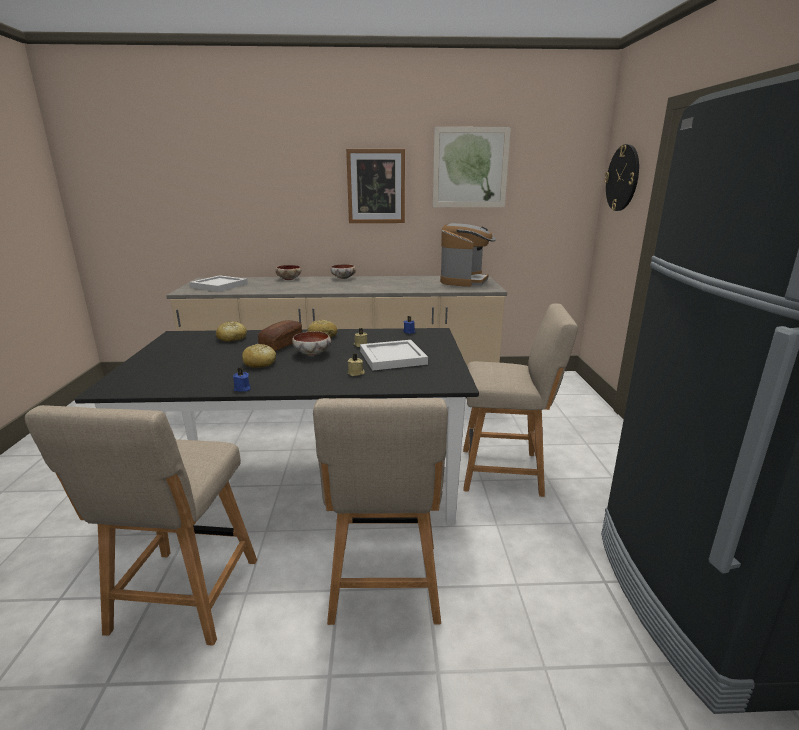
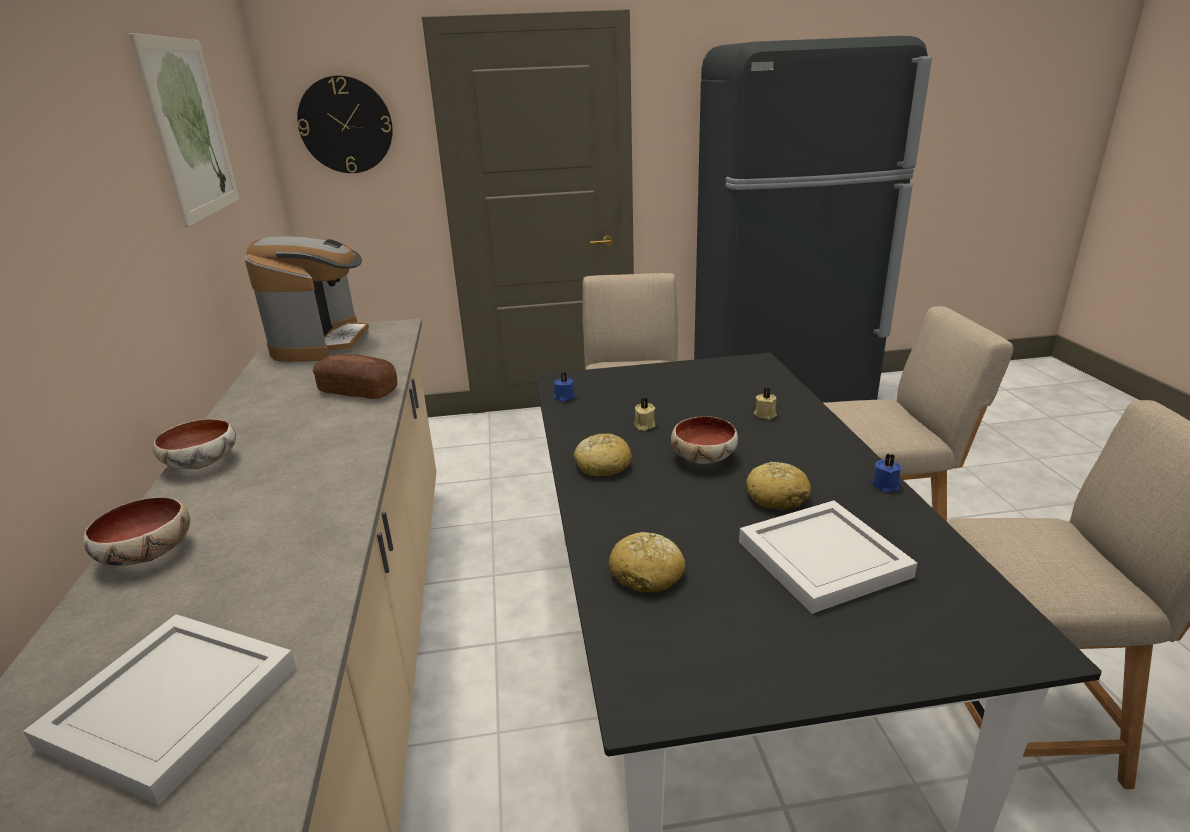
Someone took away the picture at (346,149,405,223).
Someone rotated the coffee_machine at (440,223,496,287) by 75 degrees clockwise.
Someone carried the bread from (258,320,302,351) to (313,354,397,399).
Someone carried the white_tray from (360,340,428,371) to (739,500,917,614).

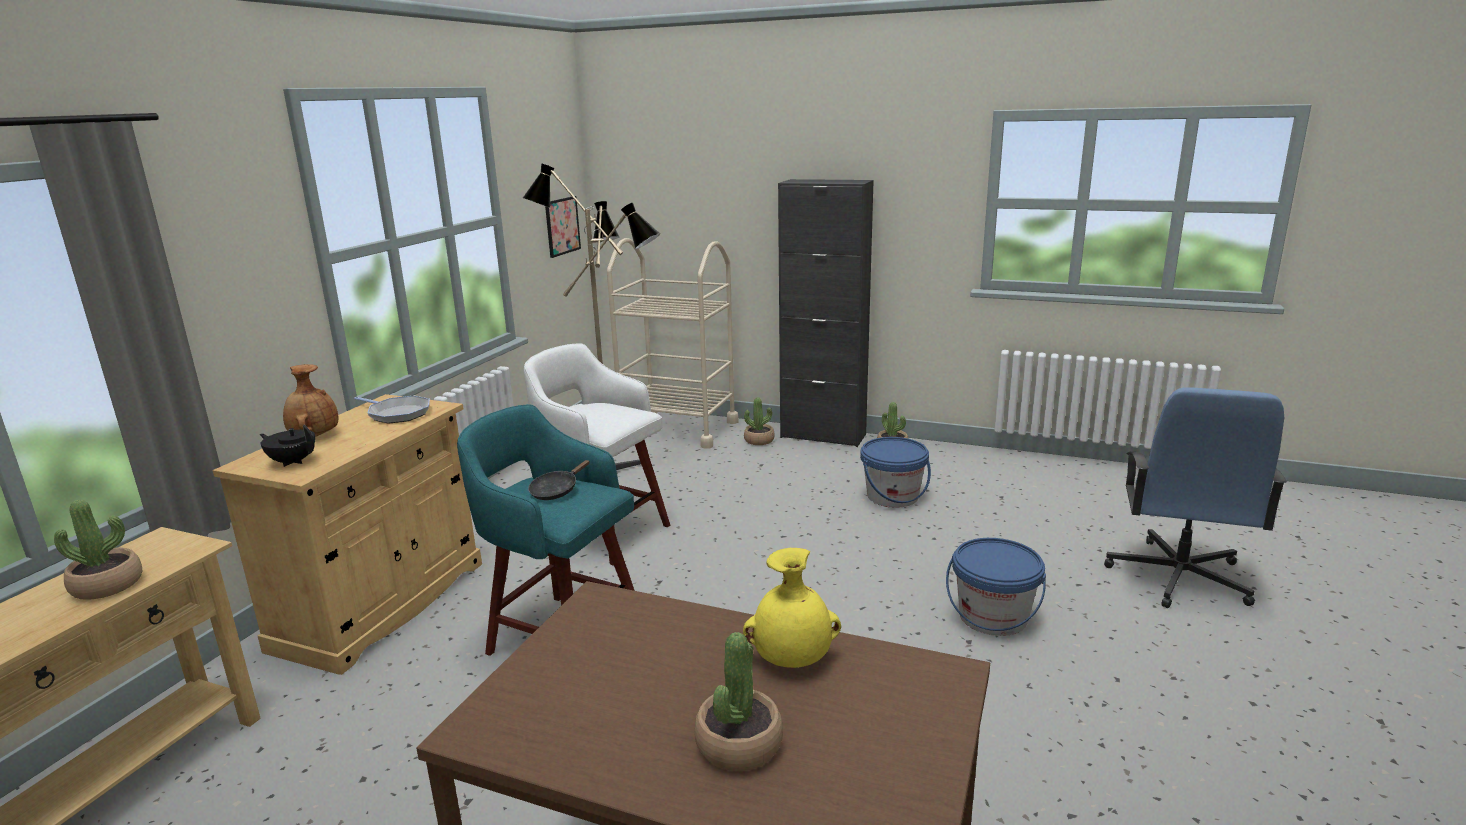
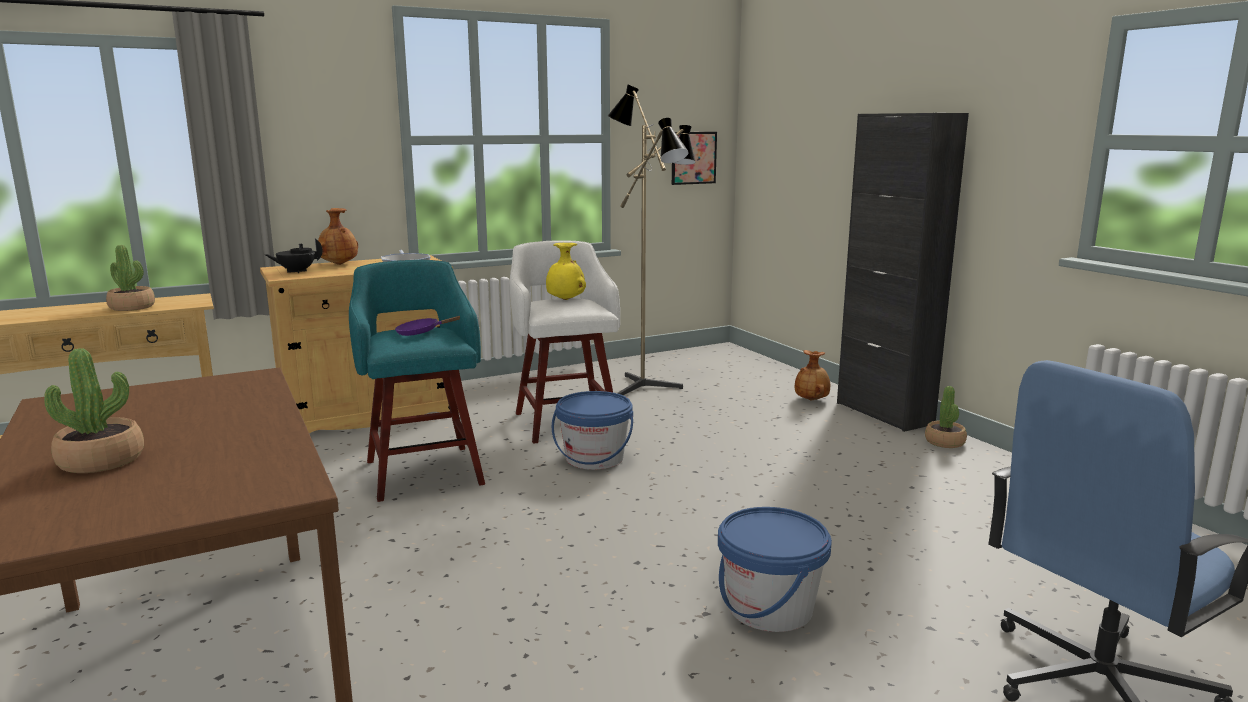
Someone took away the beige_cart at (607,238,739,449).
Someone swapped the potted_plant at (744,397,775,445) for the brown_vase at (795,350,830,401).
Someone rotated the black_teapot at (260,425,315,467) by 90 degrees counterclockwise.
Someone carried the blue_bucket from (860,437,931,508) to (552,391,633,470).
Someone repainted the black_frying_pan at (528,460,590,500), which became the purple_frying_pan at (395,316,460,336).
Someone carried the yellow_vase from (743,548,841,668) to (546,243,586,300).

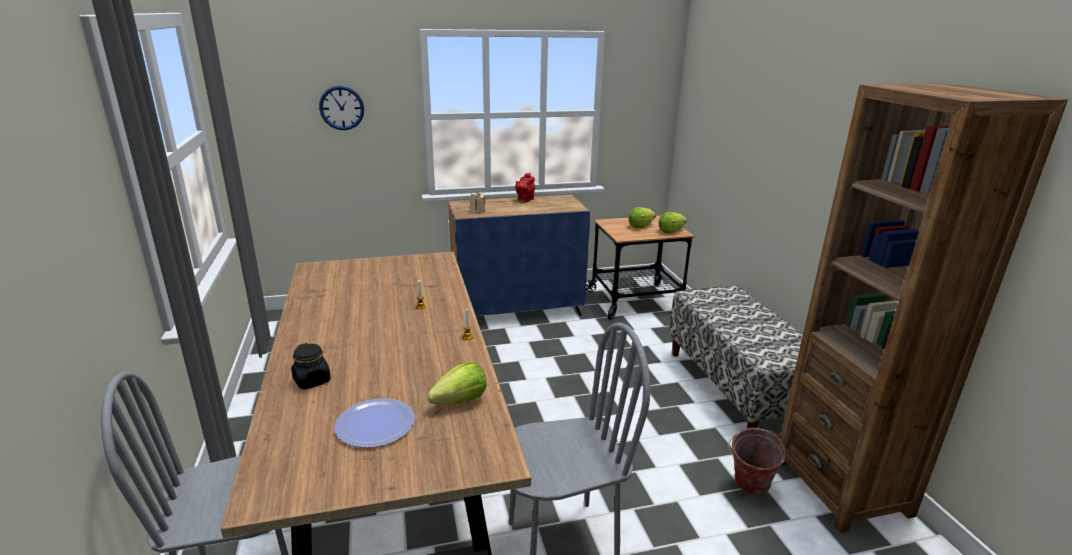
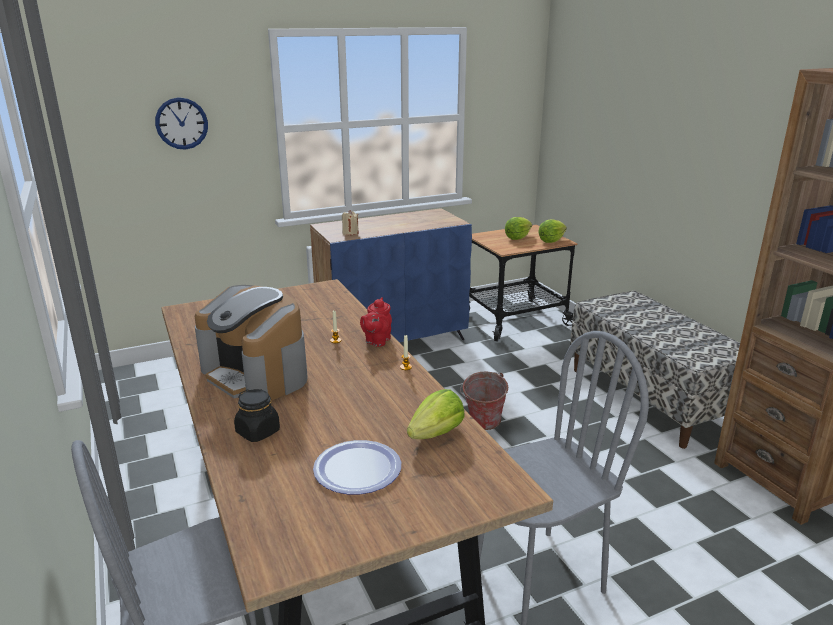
Someone carried the red_teapot from (515,173,535,202) to (360,297,392,347).
Someone carried the bucket from (728,428,787,495) to (460,371,508,430).
Someone put down the coffee_machine at (195,285,308,401).

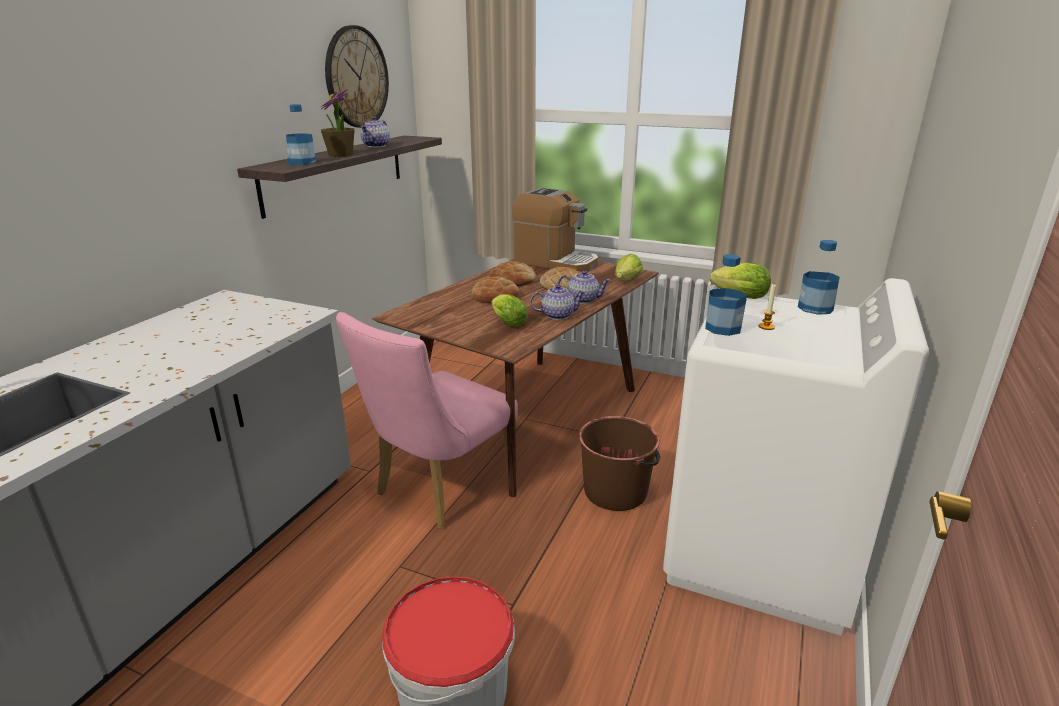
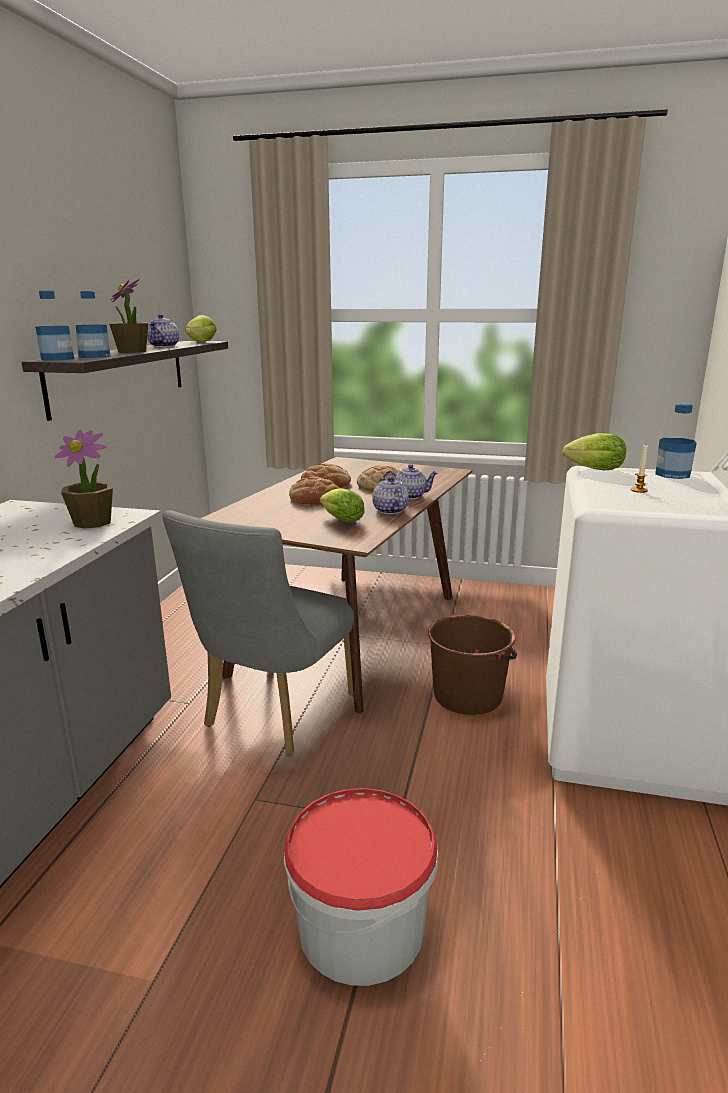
Someone took away the wall_clock at (325,25,389,128).
Someone took away the coffee_machine at (512,188,599,272).
Someone carried the lettuce from (615,254,643,281) to (186,315,217,342).
Someone carried the bottle from (705,254,747,336) to (36,291,74,361).
Someone rotated the teapot at (530,284,586,320) by 90 degrees counterclockwise.
Someone repainted the pink_chair at (336,312,518,529), which became the grey_chair at (162,510,360,755).
Someone put down the potted_plant at (54,430,113,529).

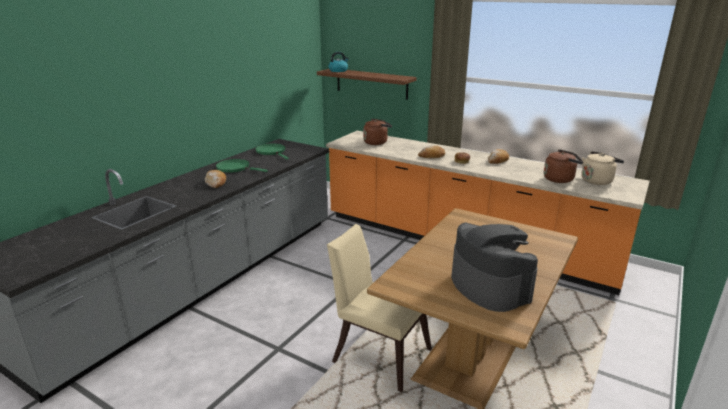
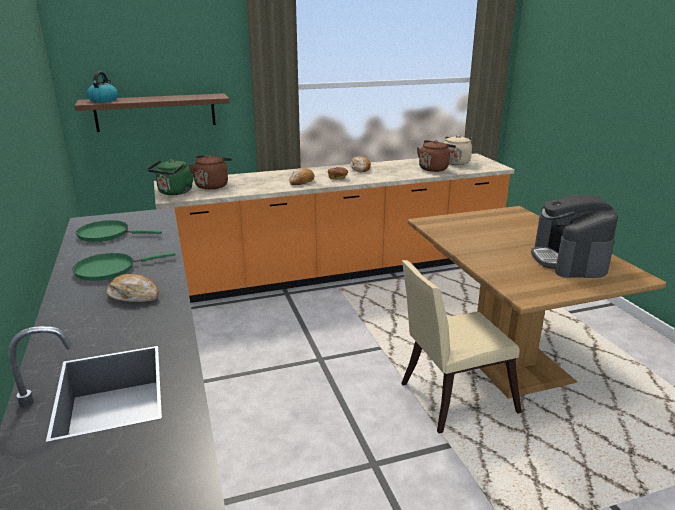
Someone rotated the coffee_machine at (451,223,538,312) by 105 degrees counterclockwise.
Someone put down the green_kettle at (147,159,194,195).

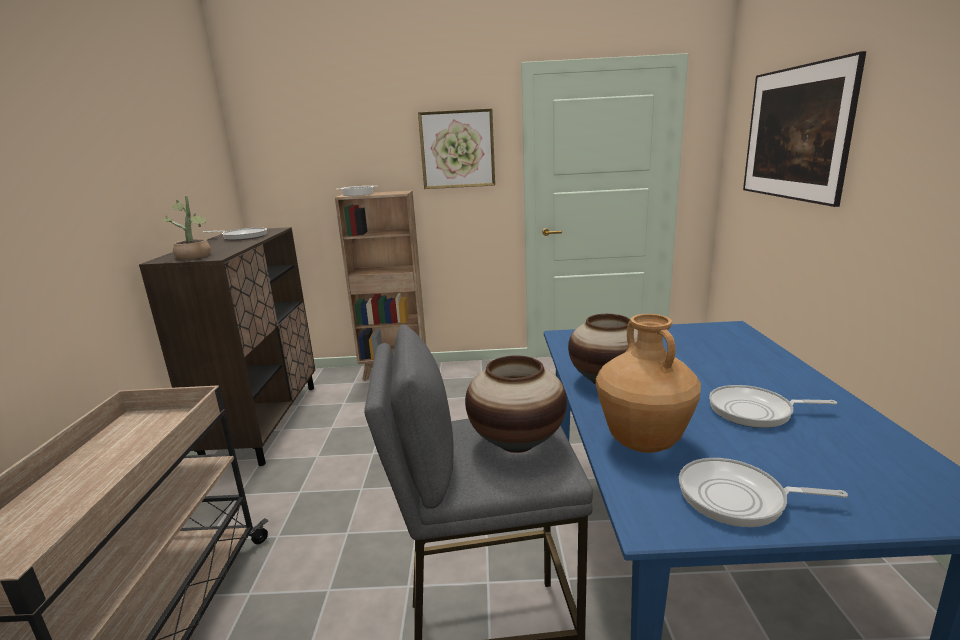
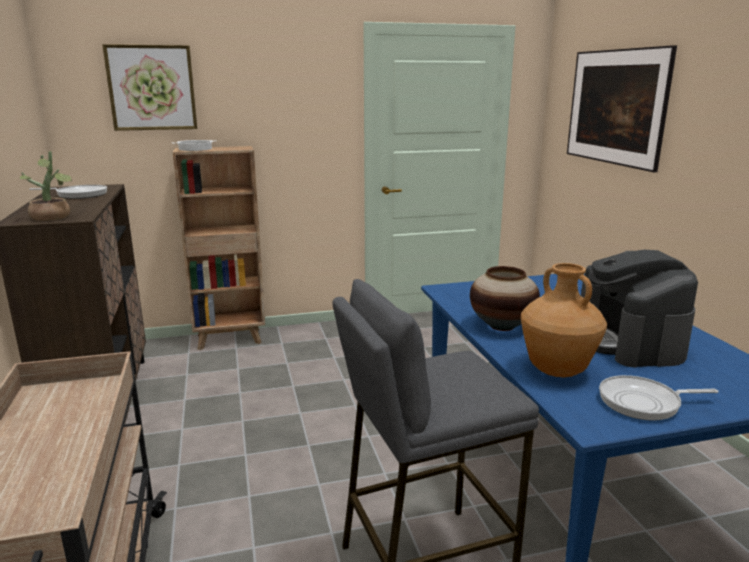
Someone carried the picture from (418,108,495,189) to (102,44,197,131).
Someone took away the vase at (465,356,567,453).
Someone swapped the frying_pan at (709,385,837,428) for the coffee_machine at (581,250,698,368).

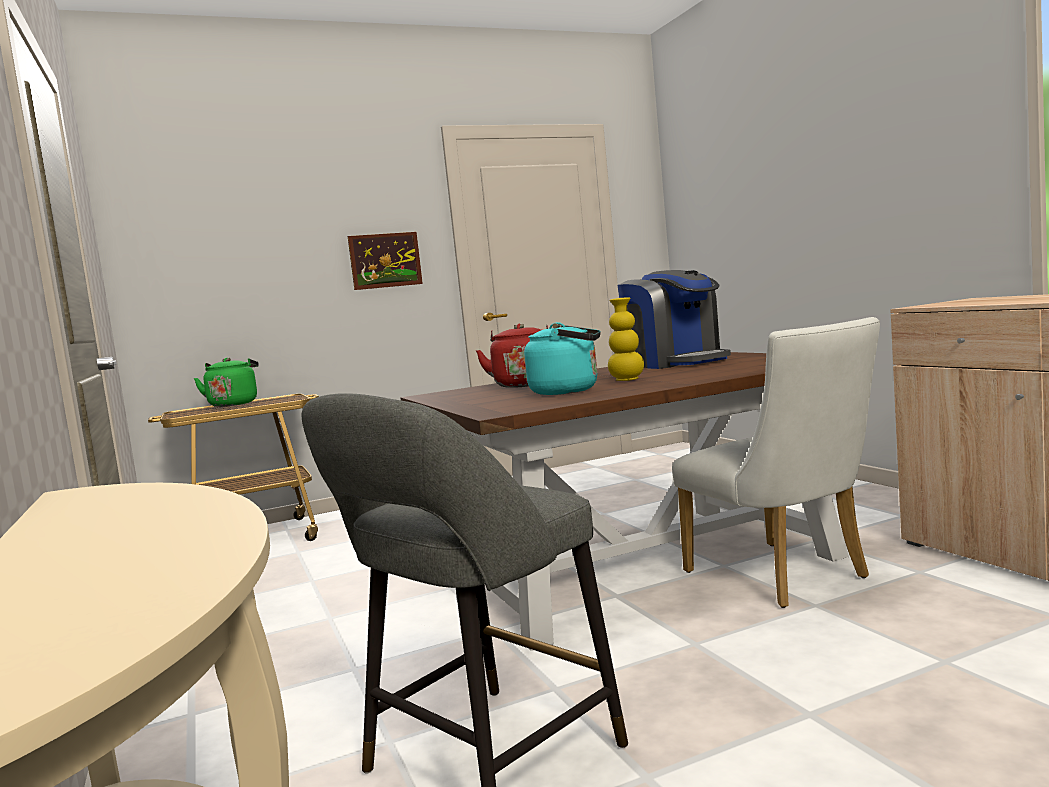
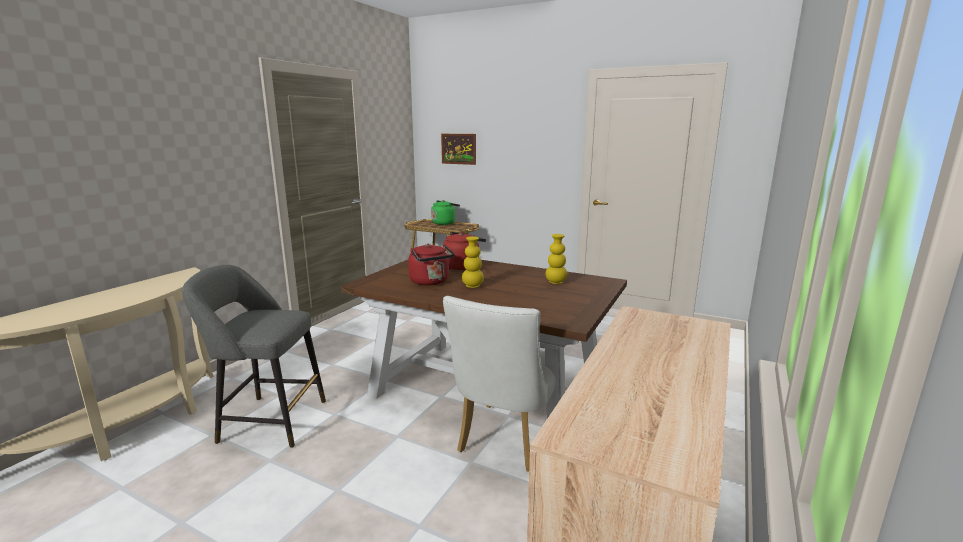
Someone carried the picture from (348,232,423,290) to (441,134,476,165).
Someone swapped the coffee_machine at (617,270,731,369) for the yellow_vase at (545,234,567,284).
Someone repainted the turquoise_kettle at (524,322,601,395), which became the red_kettle at (408,243,455,285).

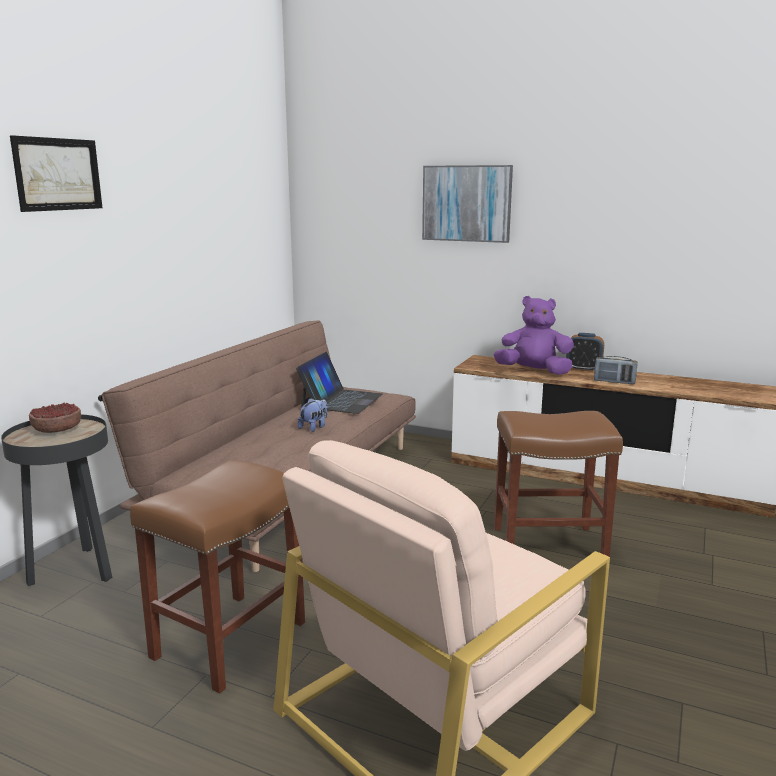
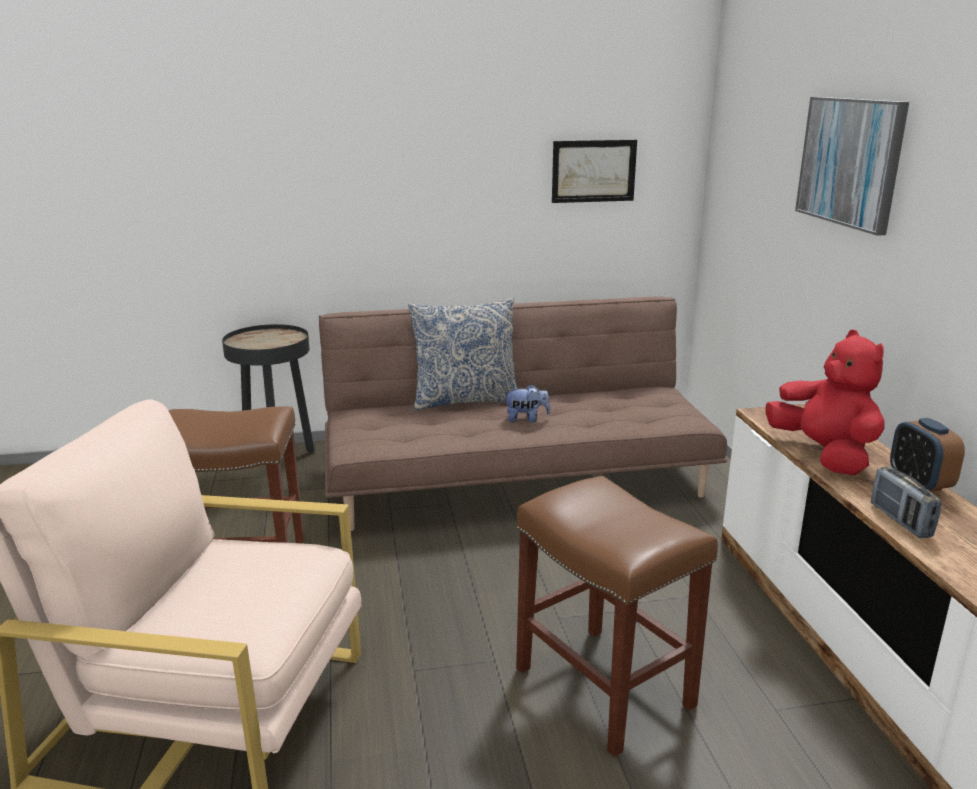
Someone carried the picture from (10,135,102,212) to (552,140,637,203).
Someone repainted the purple_plush_toy at (494,296,574,375), which became the red_plush_toy at (766,330,885,475).
Someone took away the laptop at (296,352,383,414).
Someone took away the bowl at (29,403,81,433).
Someone put down the pillow at (408,298,517,410).

